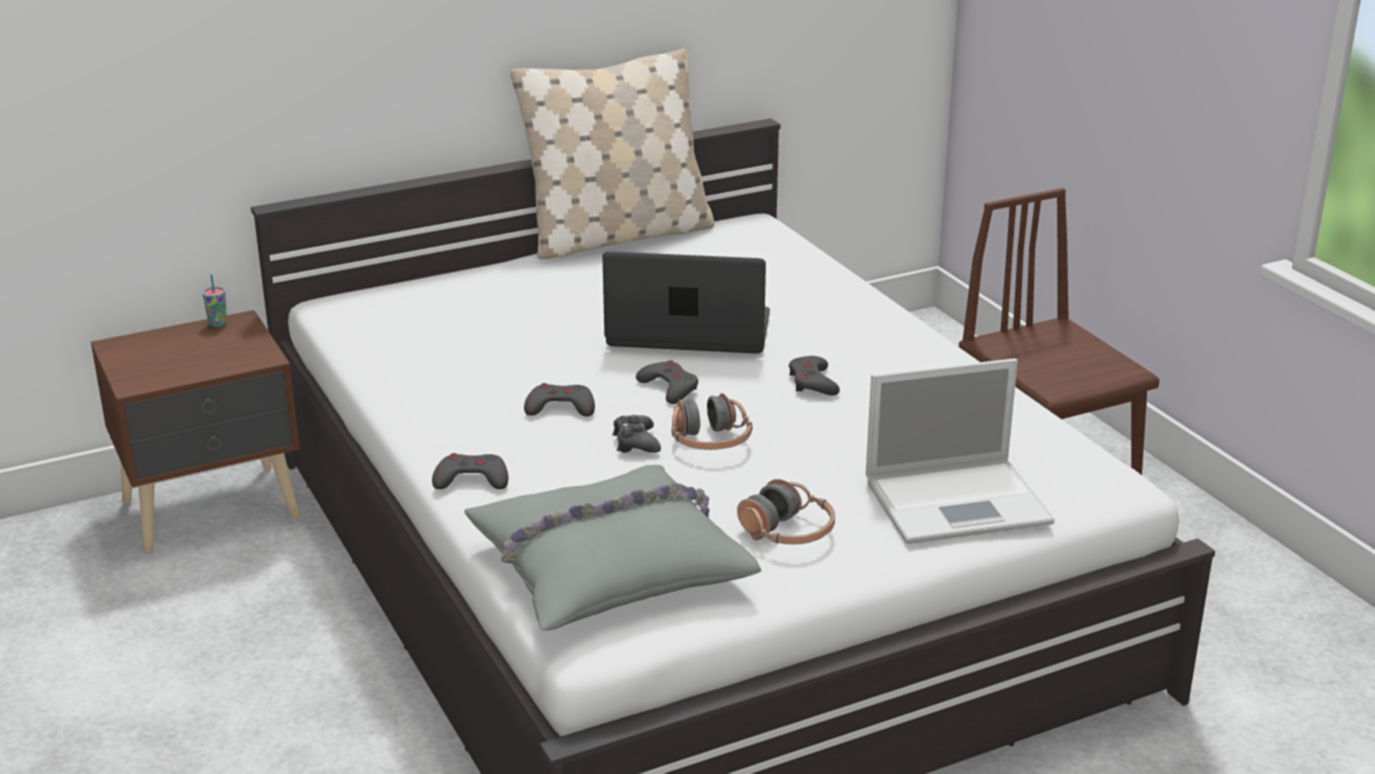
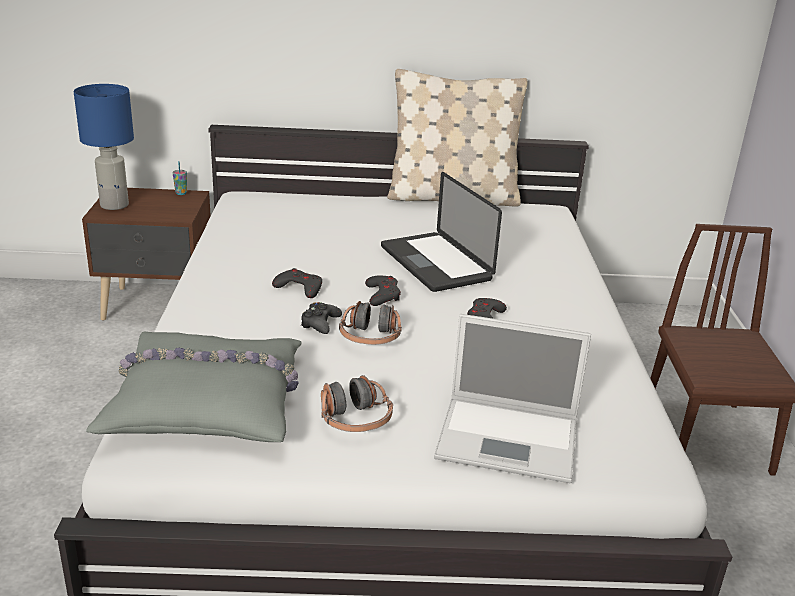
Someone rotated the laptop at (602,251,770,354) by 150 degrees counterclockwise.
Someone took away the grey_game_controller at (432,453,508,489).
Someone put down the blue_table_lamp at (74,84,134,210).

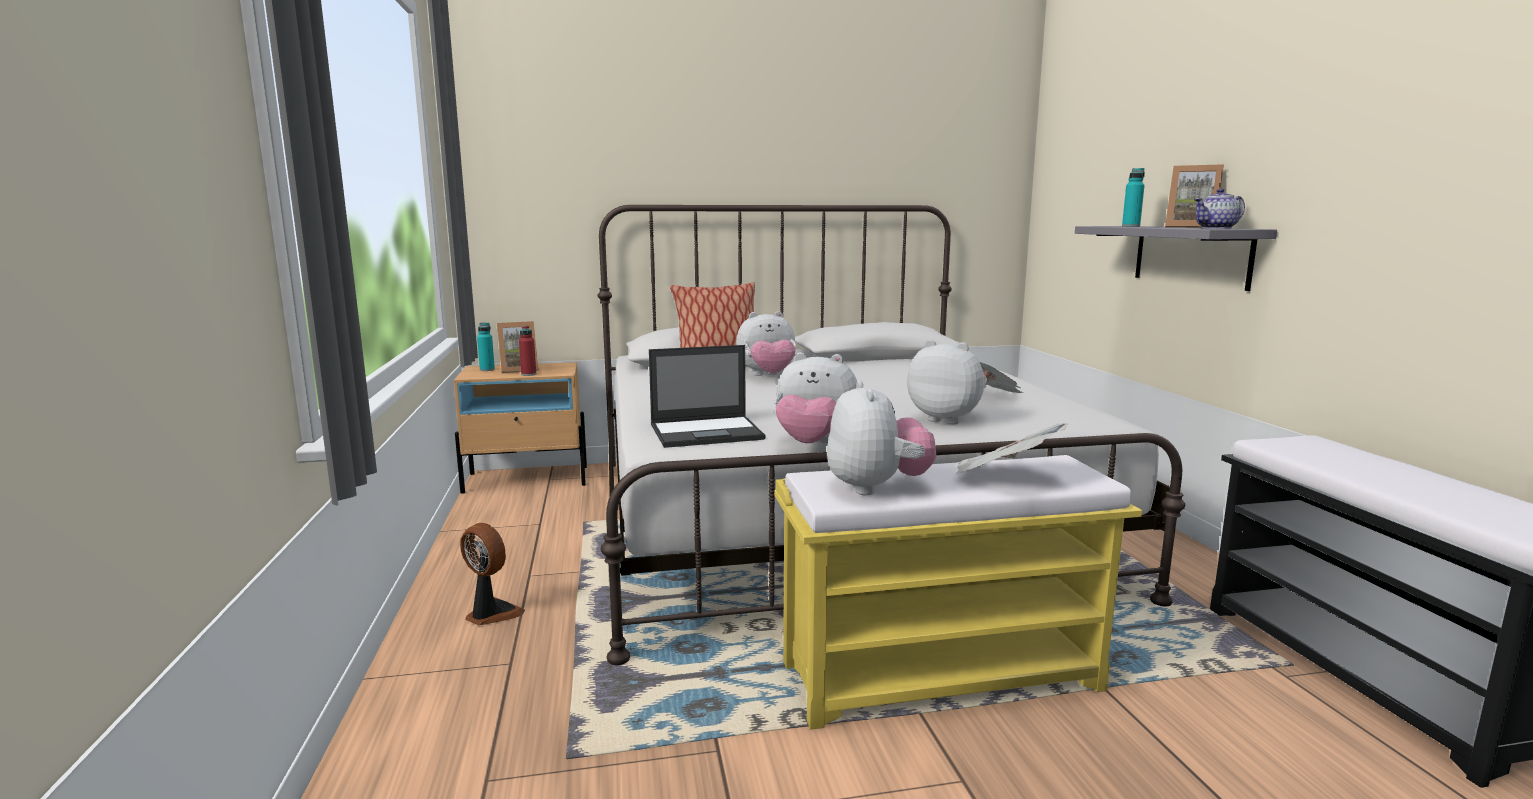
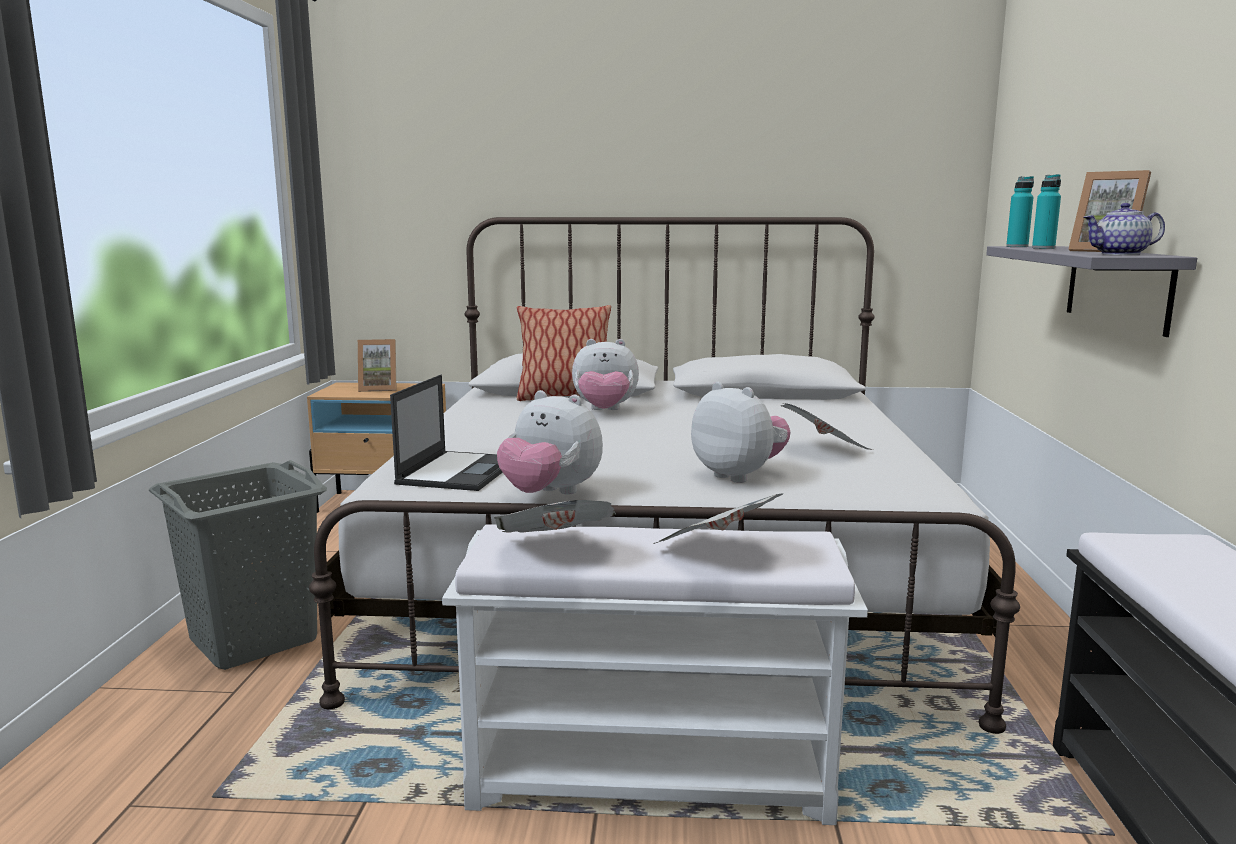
Someone carried the turquoise_bottle from (477,322,495,371) to (1006,176,1034,247).
Someone took away the red_bottle at (519,326,536,376).
Someone rotated the laptop at (649,345,765,448) by 75 degrees counterclockwise.
Someone swapped the plush_toy at (827,380,936,495) for the newspaper at (494,500,617,533).
Someone repainted the yellow_bench at (775,455,1142,730), which became the white_bench at (442,525,868,825).
Someone swapped the fan at (460,523,525,625) for the grey_laundry_basket at (149,460,327,670).

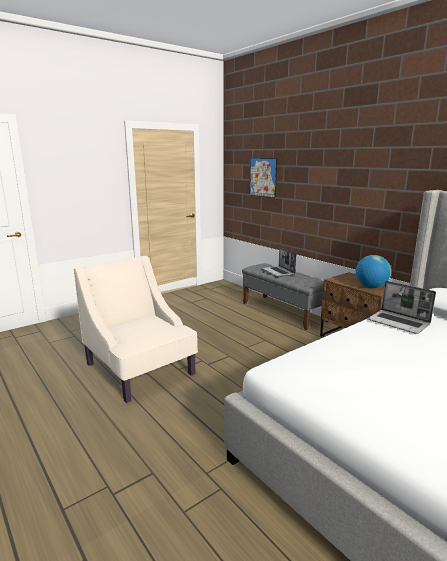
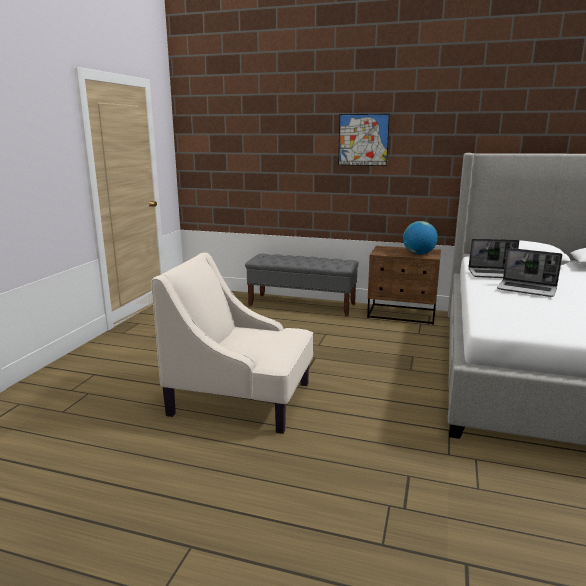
Someone carried the picture from (249,158,277,198) to (338,114,390,166).
Someone carried the laptop from (262,247,296,277) to (497,248,562,297).

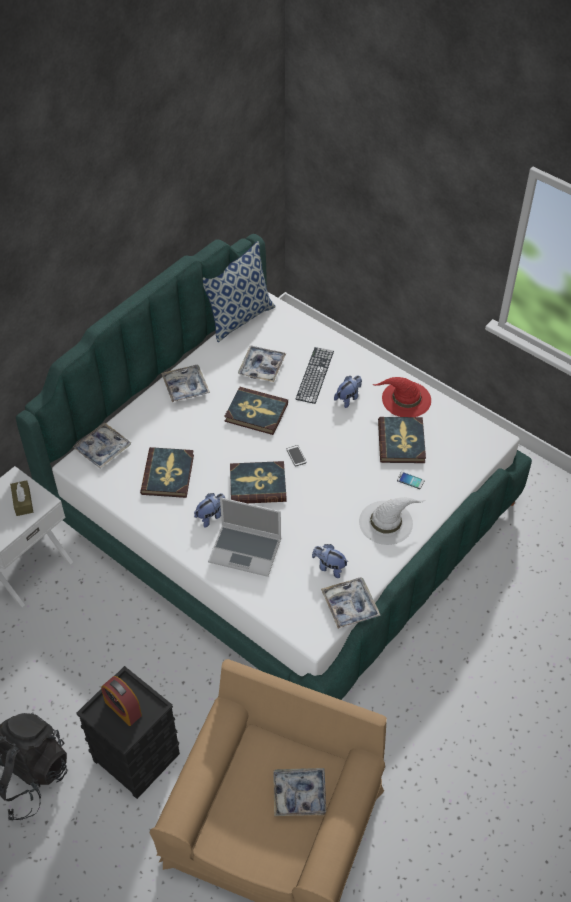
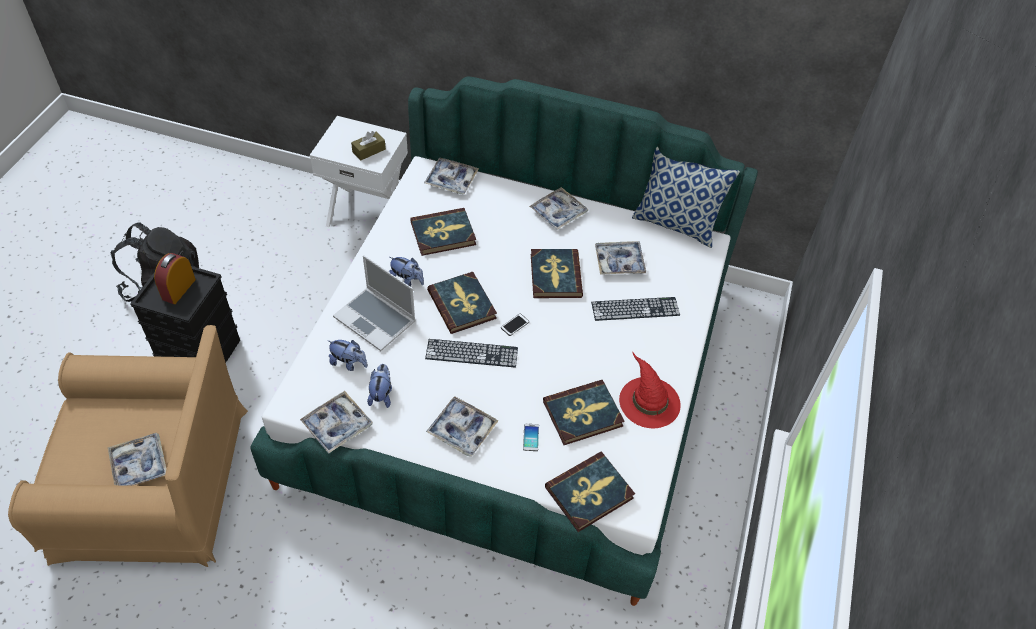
Someone carried the plush_toy from (334,376,362,408) to (328,340,368,371).
Someone rotated the laptop at (208,497,281,577) by 45 degrees counterclockwise.
Someone swapped the white_hat at (359,498,426,545) for the tray at (426,396,499,457).
Someone put down the keyboard at (425,339,518,367).
Someone put down the book at (545,452,635,532).

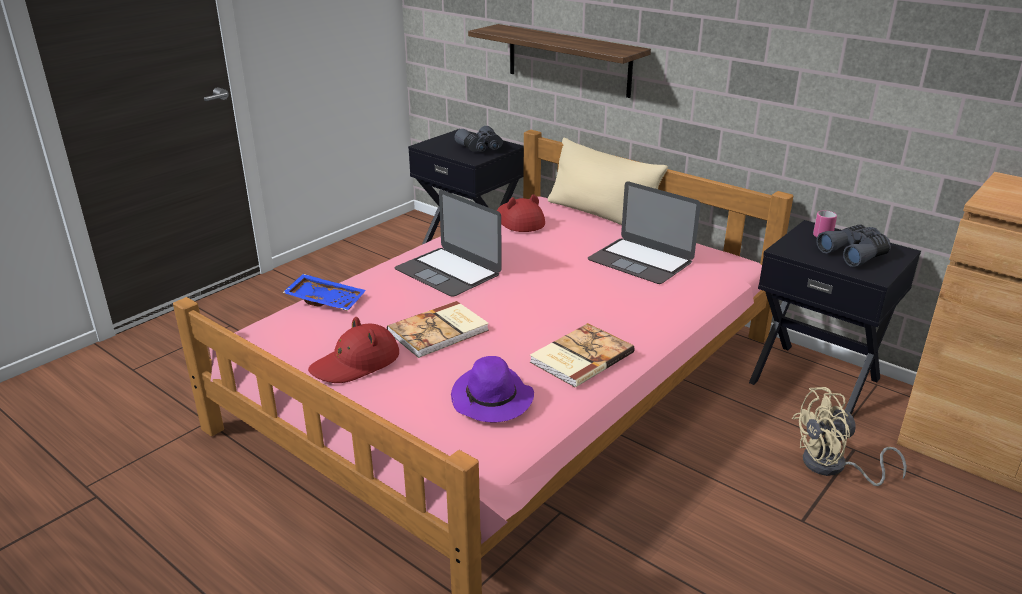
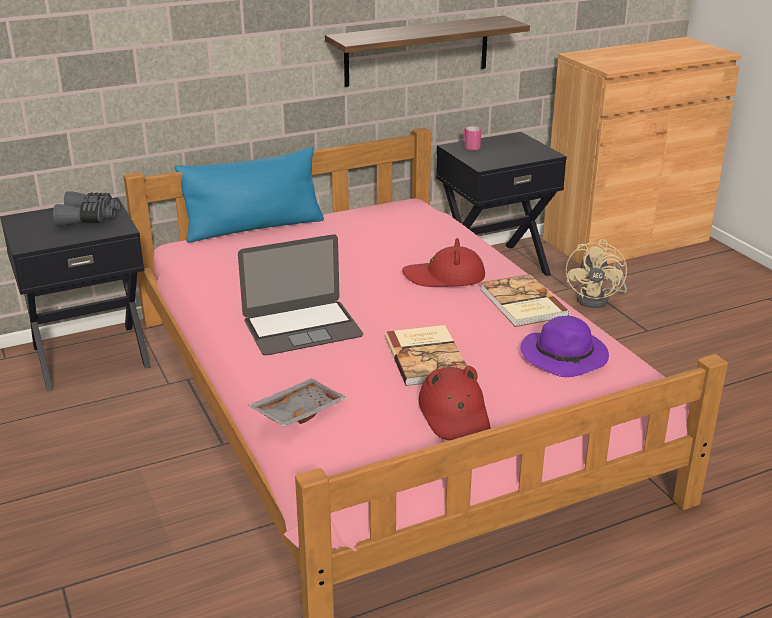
Someone carried the shelf from (468,24,651,98) to (325,15,530,87).
Someone repainted the beige_pillow at (548,138,668,225), which became the blue_pillow at (175,147,324,243).
Someone took away the laptop at (588,181,701,284).
Someone carried the red_hat from (497,194,545,232) to (402,238,485,287).
Someone took away the grey_binoculars at (816,225,891,267).
Someone repainted the blue_tray at (283,274,366,311), which became the grey_tray at (248,378,348,427).

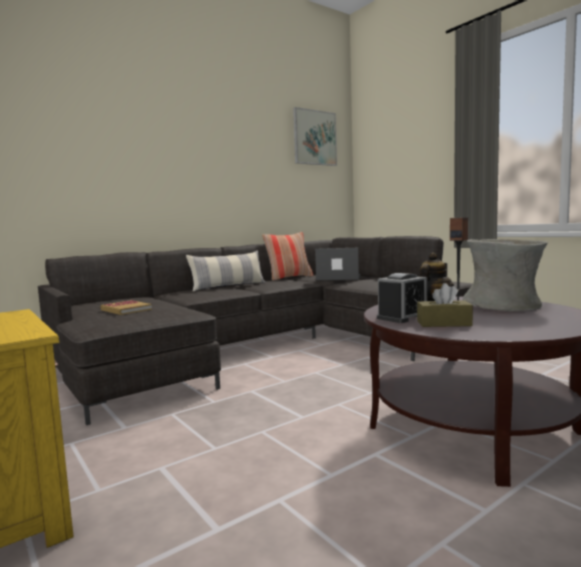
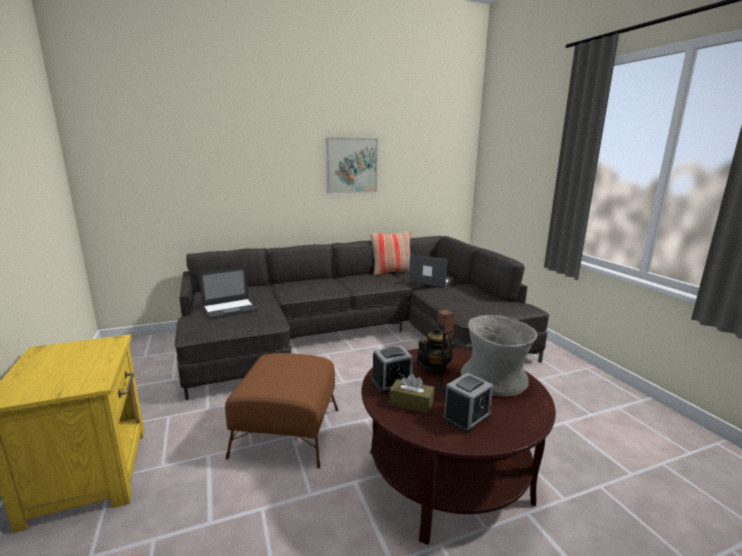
Someone carried the picture from (293,107,337,166) to (326,137,378,193).
Someone took away the pillow at (186,250,265,292).
Someone swapped the book at (100,300,152,315) for the laptop at (199,266,258,320).
Someone put down the brown_ottoman at (225,353,339,469).
Someone put down the alarm_clock at (443,373,493,433).

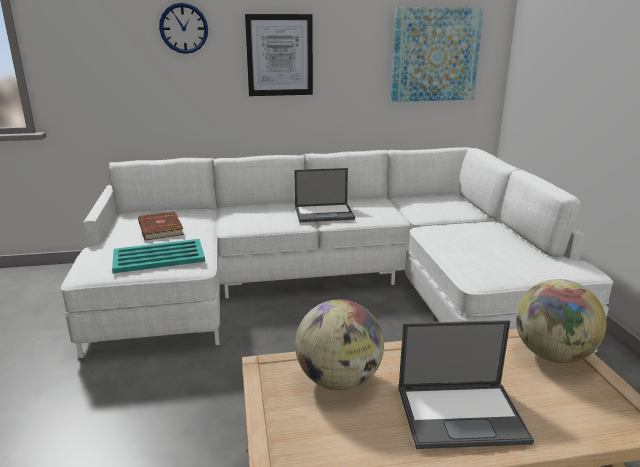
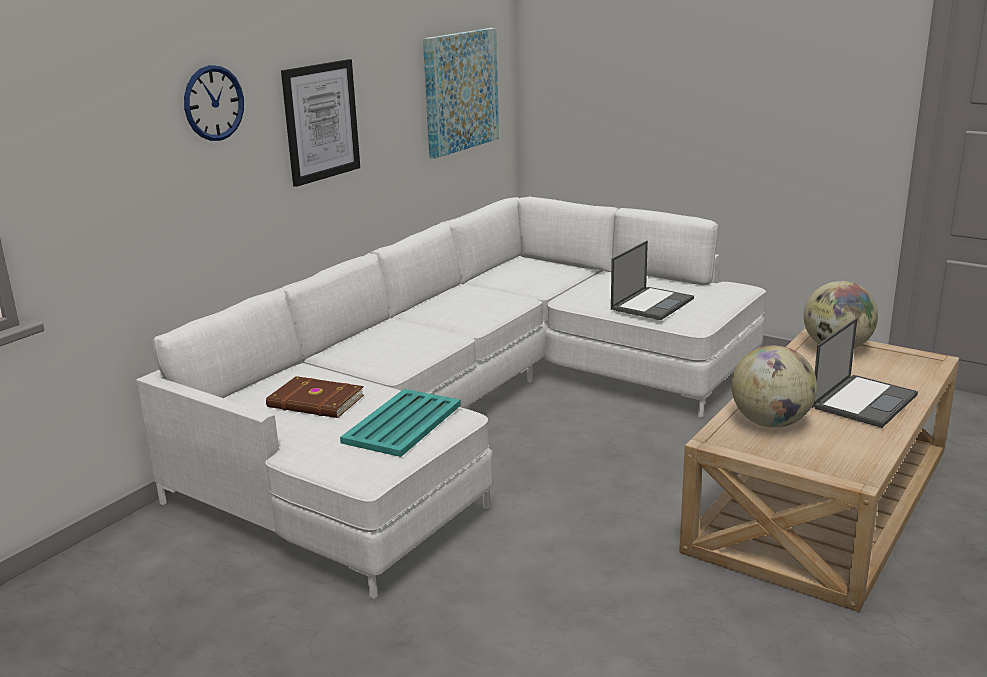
Someone carried the laptop from (294,168,355,222) to (611,241,694,320).

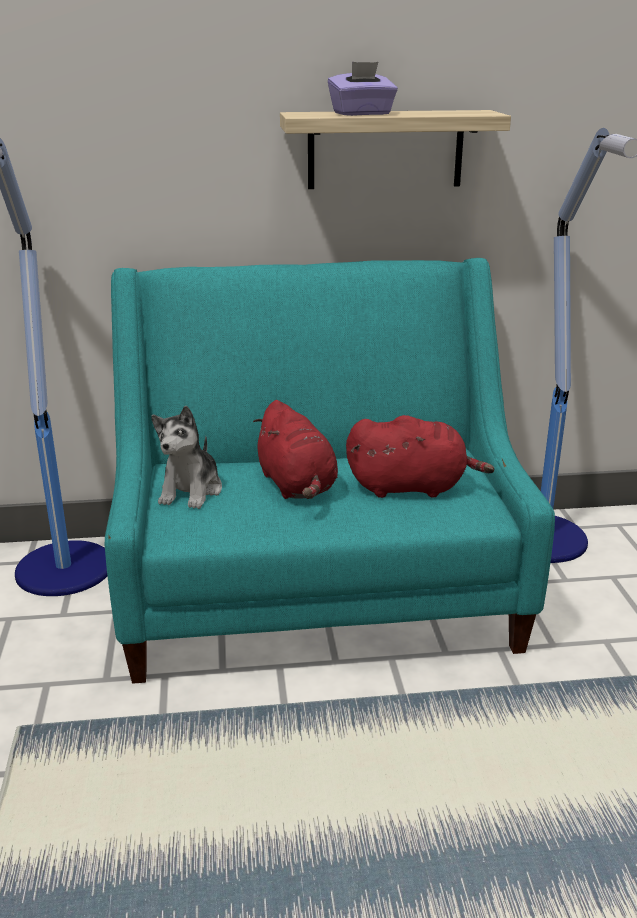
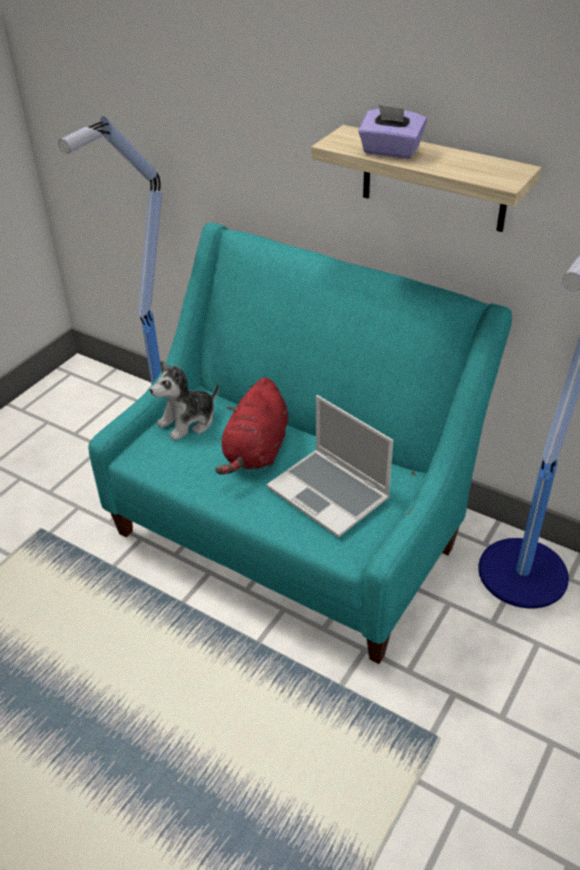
Someone swapped the red_plush_toy at (346,415,494,498) for the laptop at (267,395,393,538).

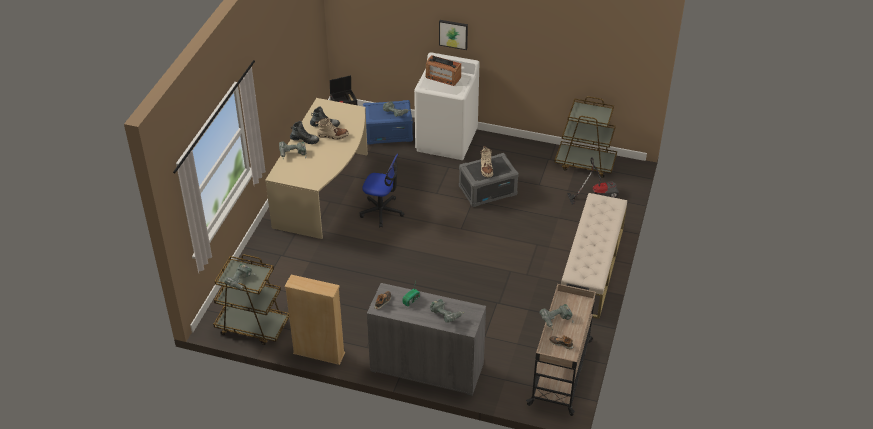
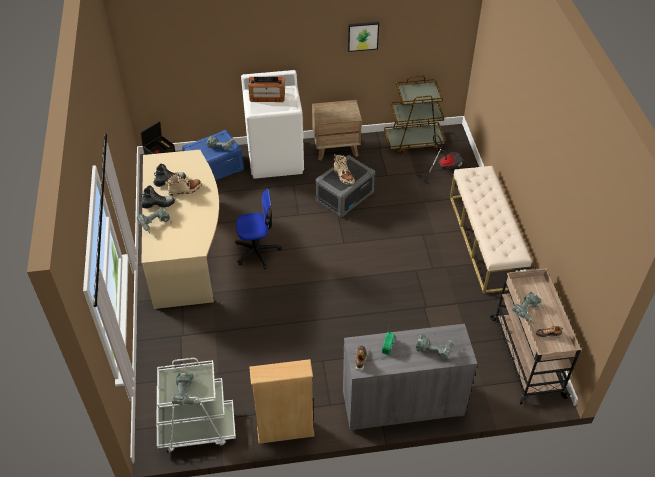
Someone carried the picture from (439,20,468,50) to (348,22,379,52).
Someone repainted the brown_cart at (213,254,289,345), which became the white_cart at (157,358,236,453).
Someone put down the brown_nightstand at (312,100,362,160).

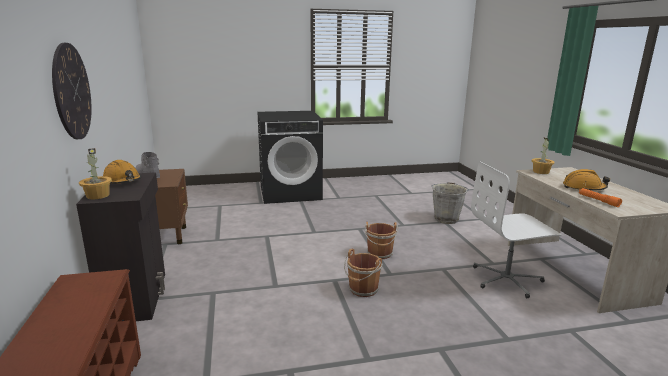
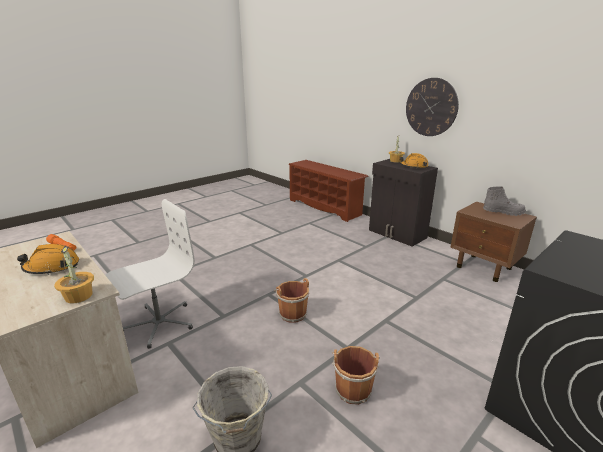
Someone carried the brown_bucket from (344,249,382,297) to (332,346,380,405).

